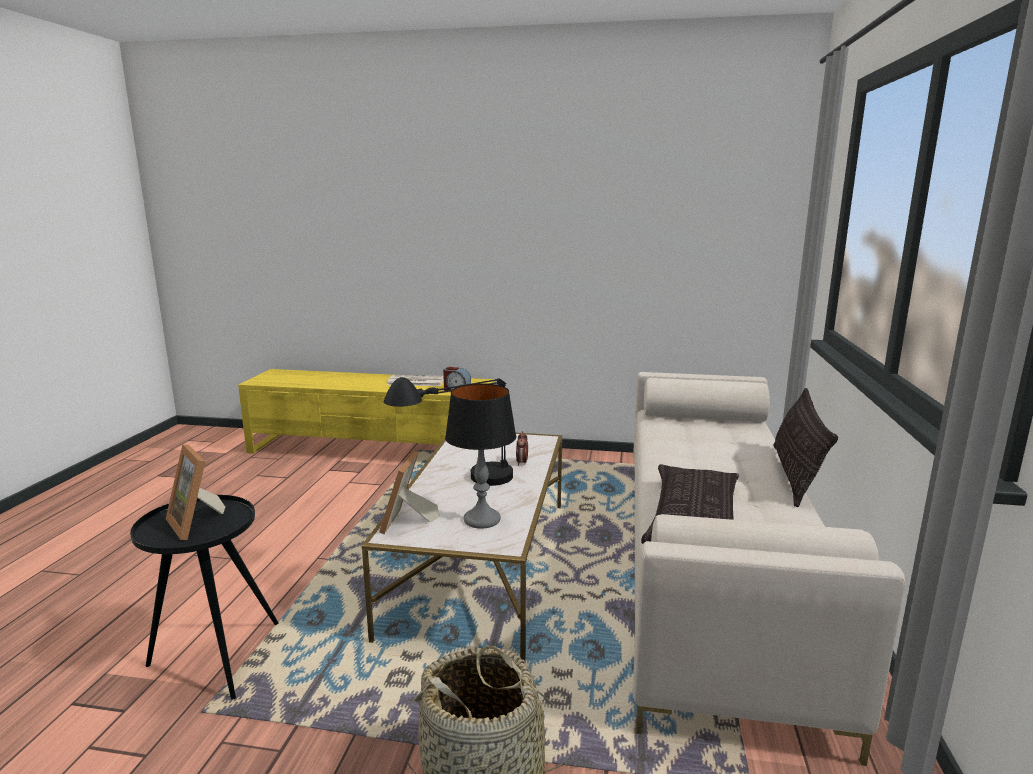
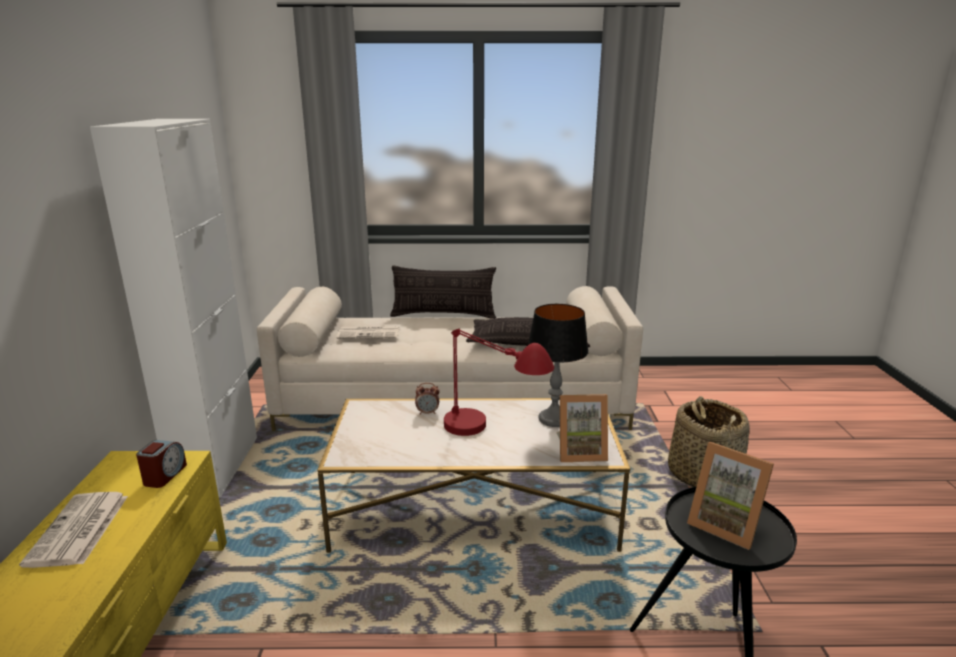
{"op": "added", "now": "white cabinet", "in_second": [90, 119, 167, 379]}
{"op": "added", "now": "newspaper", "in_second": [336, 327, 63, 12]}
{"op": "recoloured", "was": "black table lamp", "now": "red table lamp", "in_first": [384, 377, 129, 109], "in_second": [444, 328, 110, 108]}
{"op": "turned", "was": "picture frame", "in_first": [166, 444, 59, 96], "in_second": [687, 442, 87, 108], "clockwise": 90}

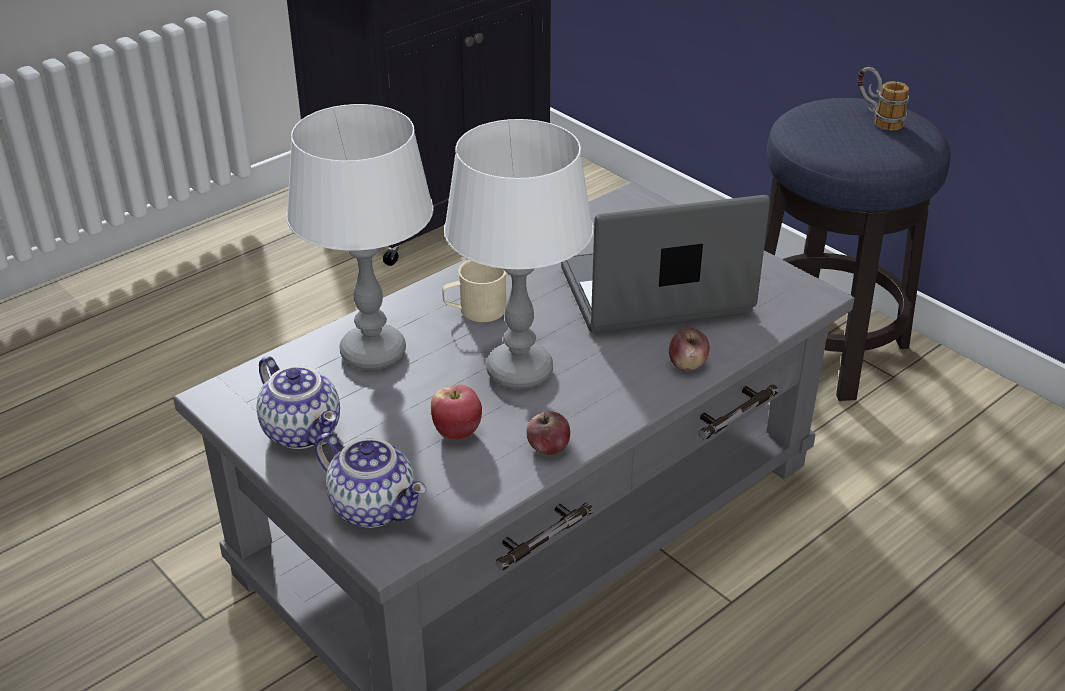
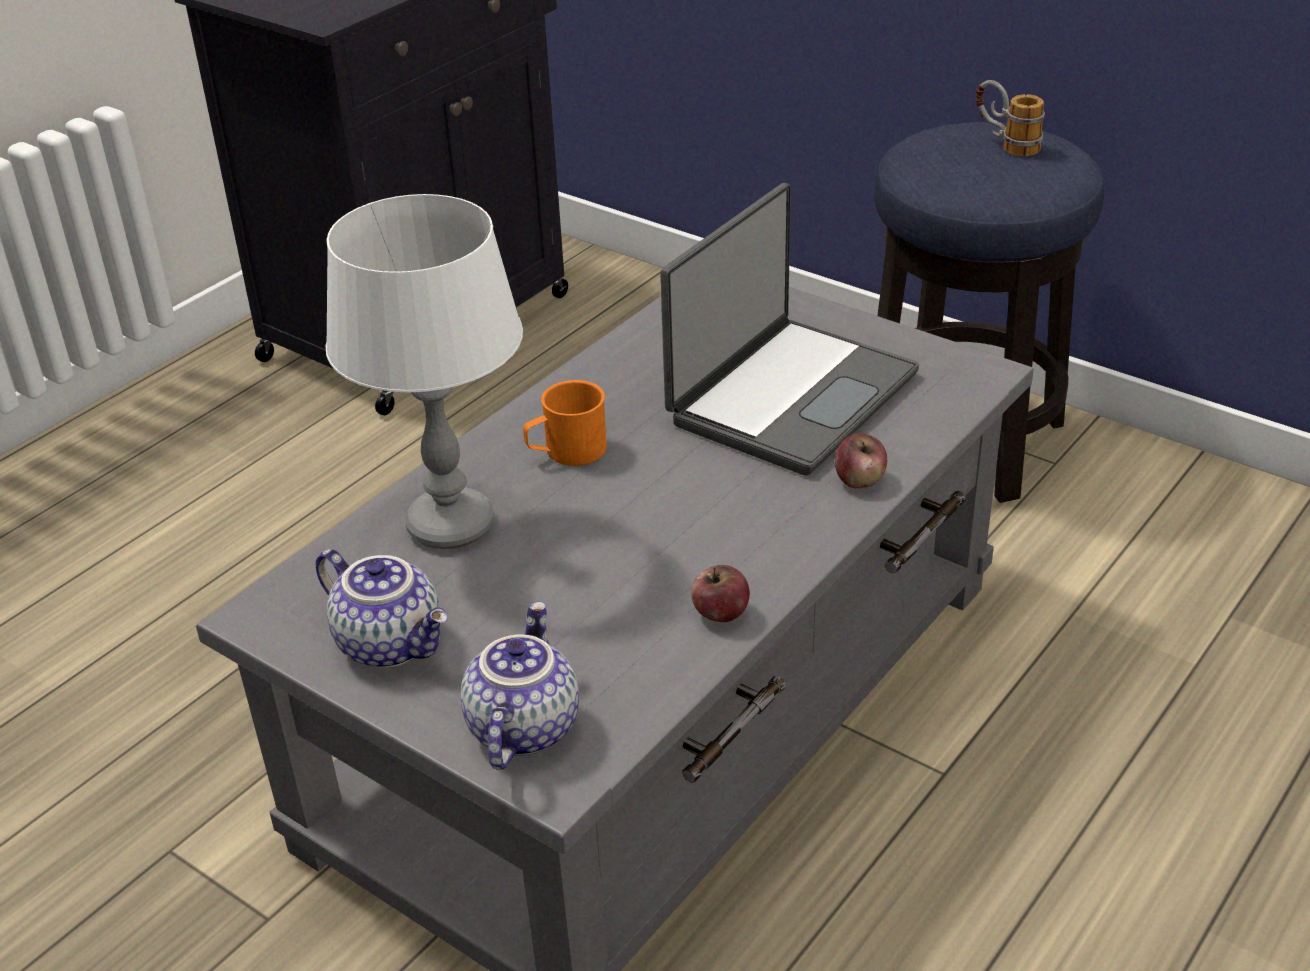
{"op": "removed", "was": "apple", "in_first": [431, 385, 51, 55]}
{"op": "removed", "was": "white table lamp", "in_first": [444, 119, 149, 270]}
{"op": "recoloured", "was": "beige mug", "now": "orange mug", "in_first": [442, 260, 64, 62], "in_second": [523, 380, 84, 86]}
{"op": "turned", "was": "teapot", "in_first": [315, 433, 112, 95], "in_second": [460, 601, 119, 169], "clockwise": -105}
{"op": "turned", "was": "laptop", "in_first": [561, 195, 209, 138], "in_second": [660, 183, 259, 293], "clockwise": 150}

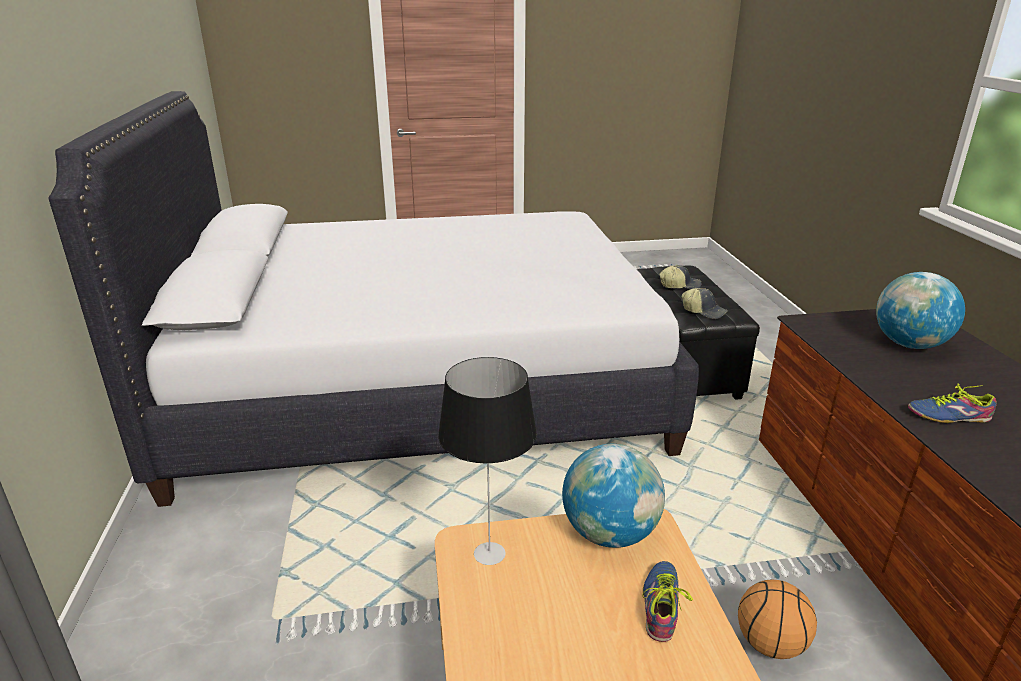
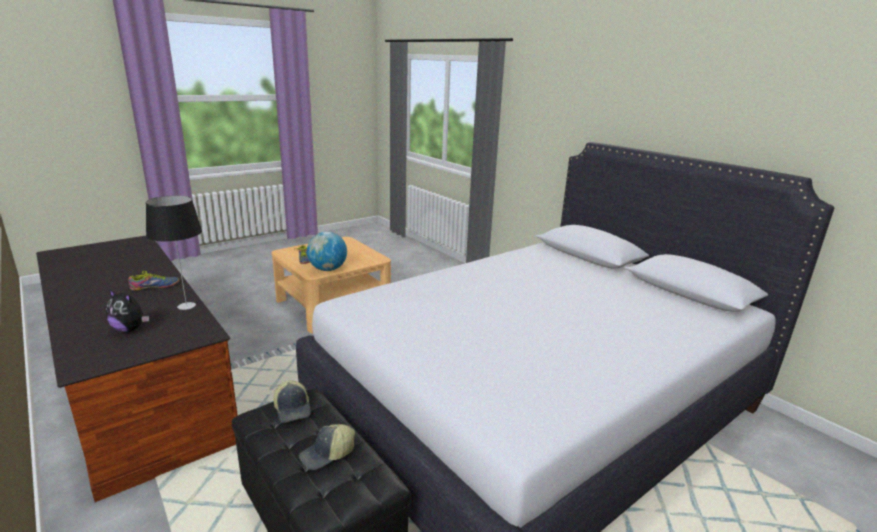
{"op": "removed", "was": "basketball", "in_first": [738, 580, 79, 79]}
{"op": "moved", "was": "table lamp", "in_first": [438, 357, 99, 208], "in_second": [146, 195, 56, 115]}
{"op": "replaced", "was": "globe", "now": "plush toy", "in_first": [876, 272, 89, 77], "in_second": [106, 290, 43, 43]}
{"op": "turned", "was": "cap", "in_first": [682, 288, 46, 31], "in_second": [273, 380, 38, 43], "clockwise": -120}

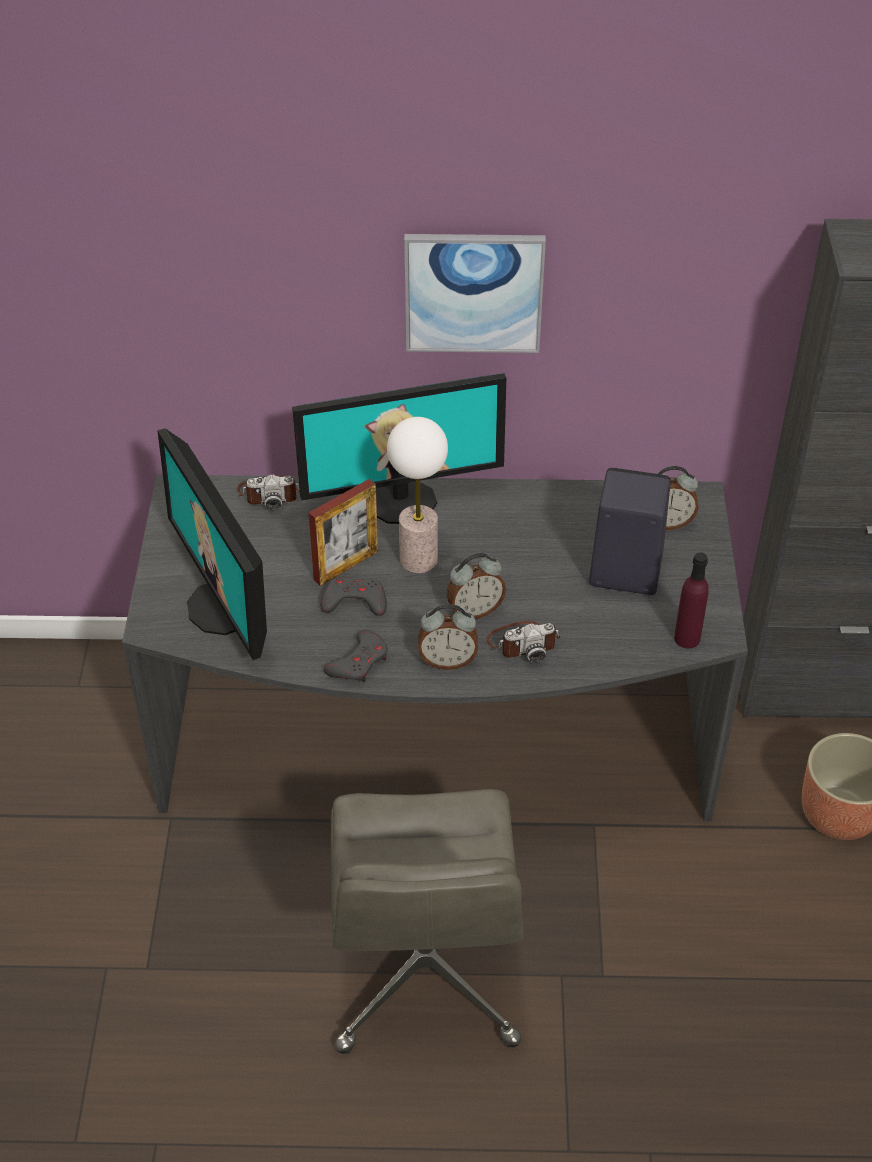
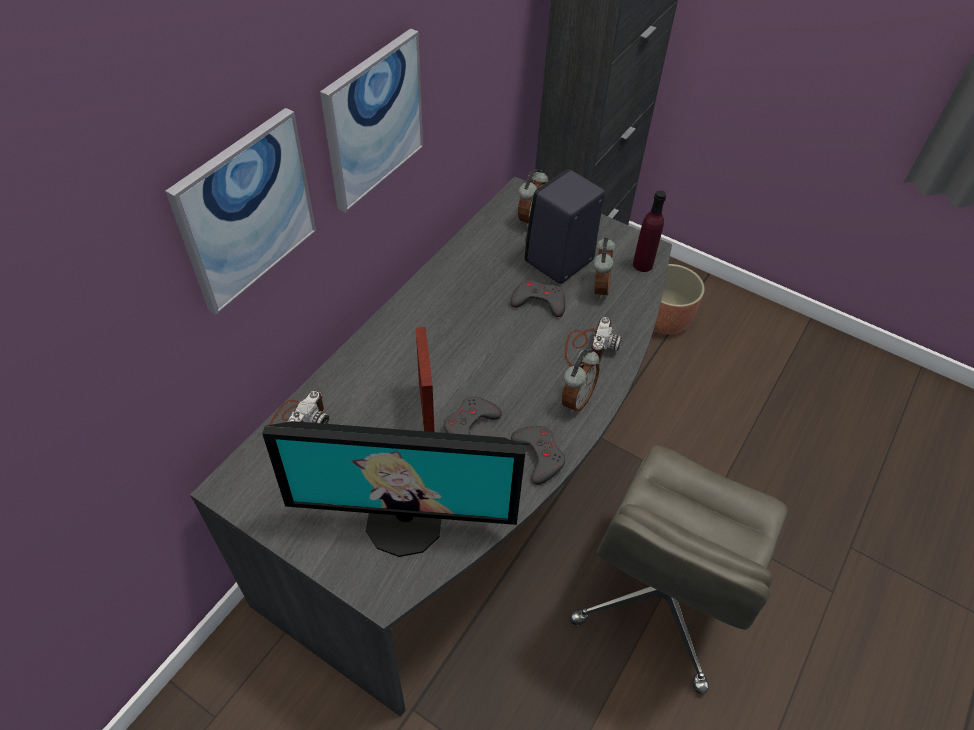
{"op": "removed", "was": "monitor", "in_first": [292, 373, 214, 151]}
{"op": "removed", "was": "table lamp", "in_first": [387, 417, 61, 156]}
{"op": "added", "now": "picture", "in_second": [165, 108, 151, 206]}
{"op": "added", "now": "grey game controller", "in_second": [510, 280, 55, 37]}
{"op": "moved", "was": "alarm clock", "in_first": [446, 553, 60, 66], "in_second": [593, 237, 23, 62]}
{"op": "turned", "was": "grey office chair", "in_first": [331, 789, 192, 265], "in_second": [570, 445, 218, 249], "clockwise": 90}

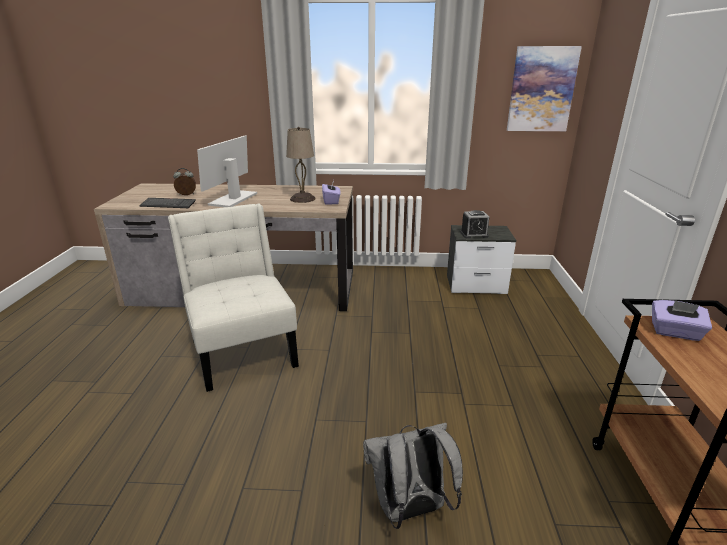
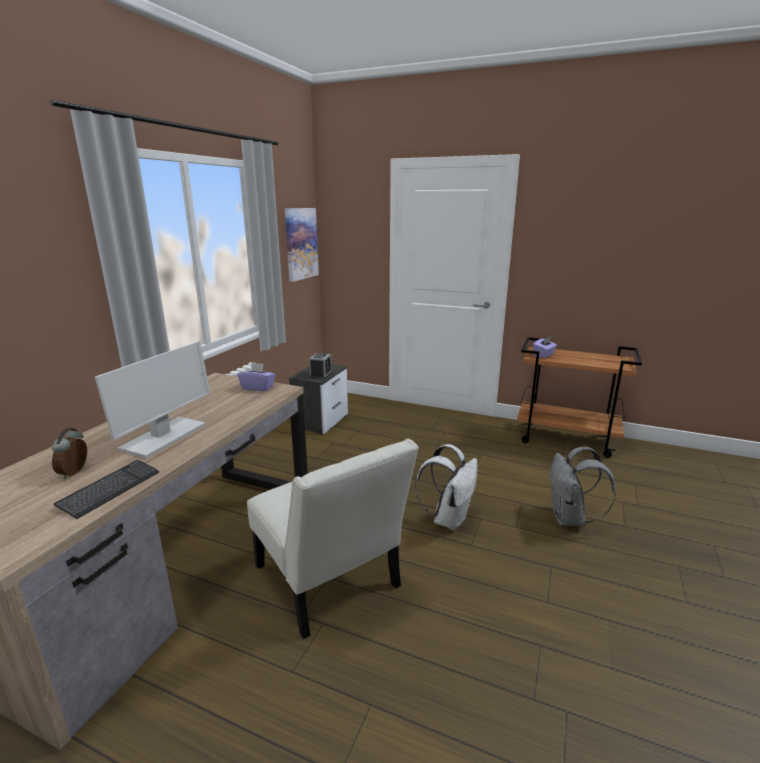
{"op": "removed", "was": "beige table lamp", "in_first": [286, 127, 29, 76]}
{"op": "added", "now": "white backpack", "in_second": [415, 444, 63, 86]}
{"op": "turned", "was": "white chair", "in_first": [168, 203, 131, 189], "in_second": [247, 439, 172, 200], "clockwise": -120}
{"op": "turned", "was": "monitor", "in_first": [197, 136, 60, 71], "in_second": [95, 341, 115, 117], "clockwise": -105}

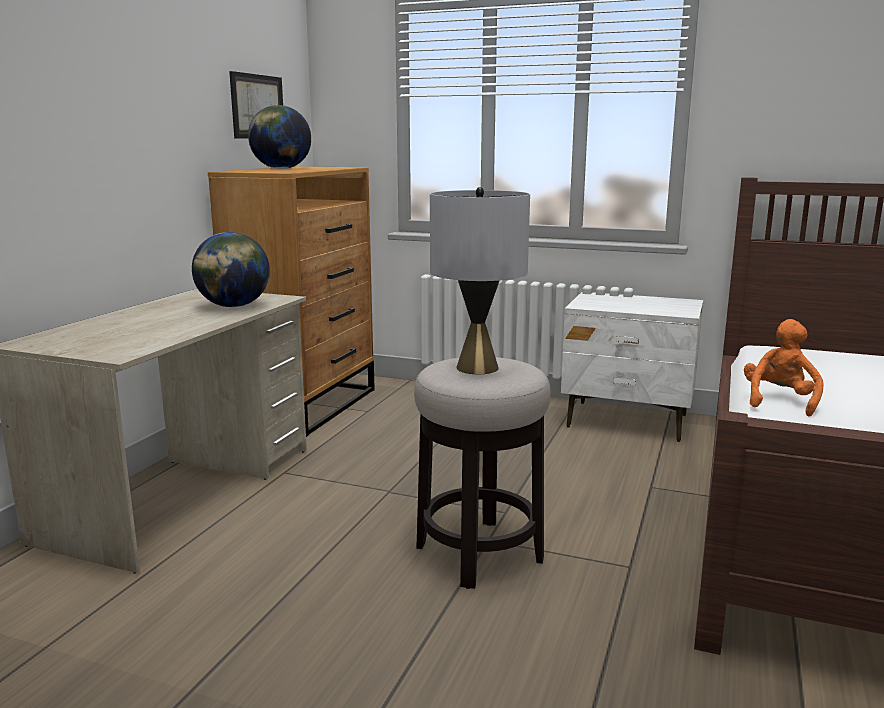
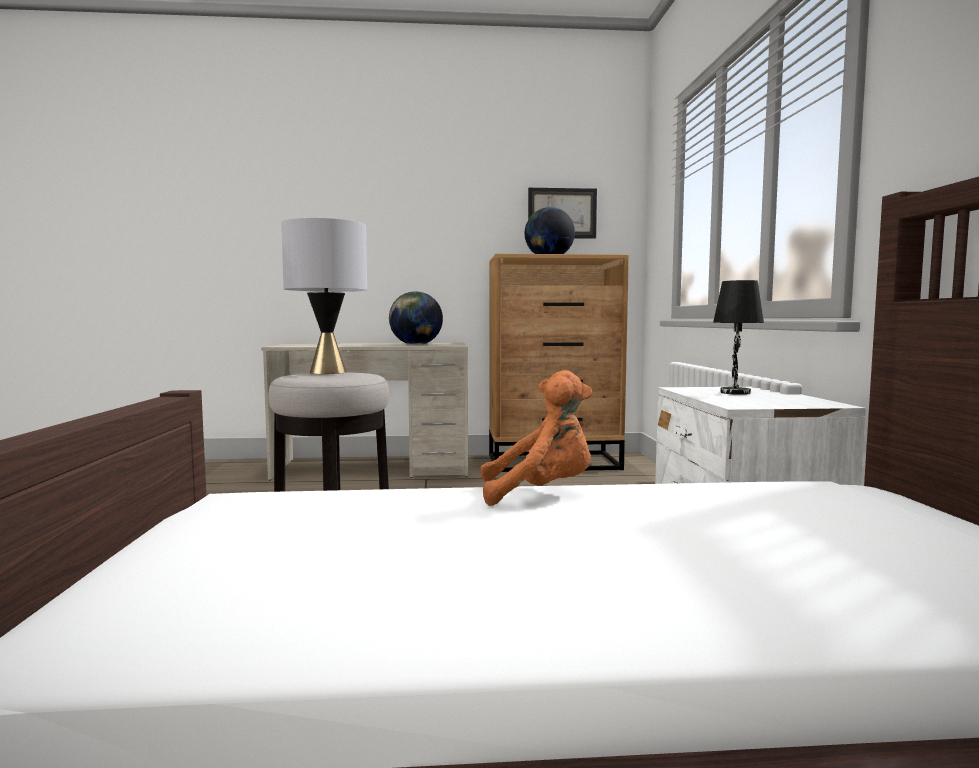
{"op": "added", "now": "black table lamp", "in_second": [713, 280, 51, 115]}

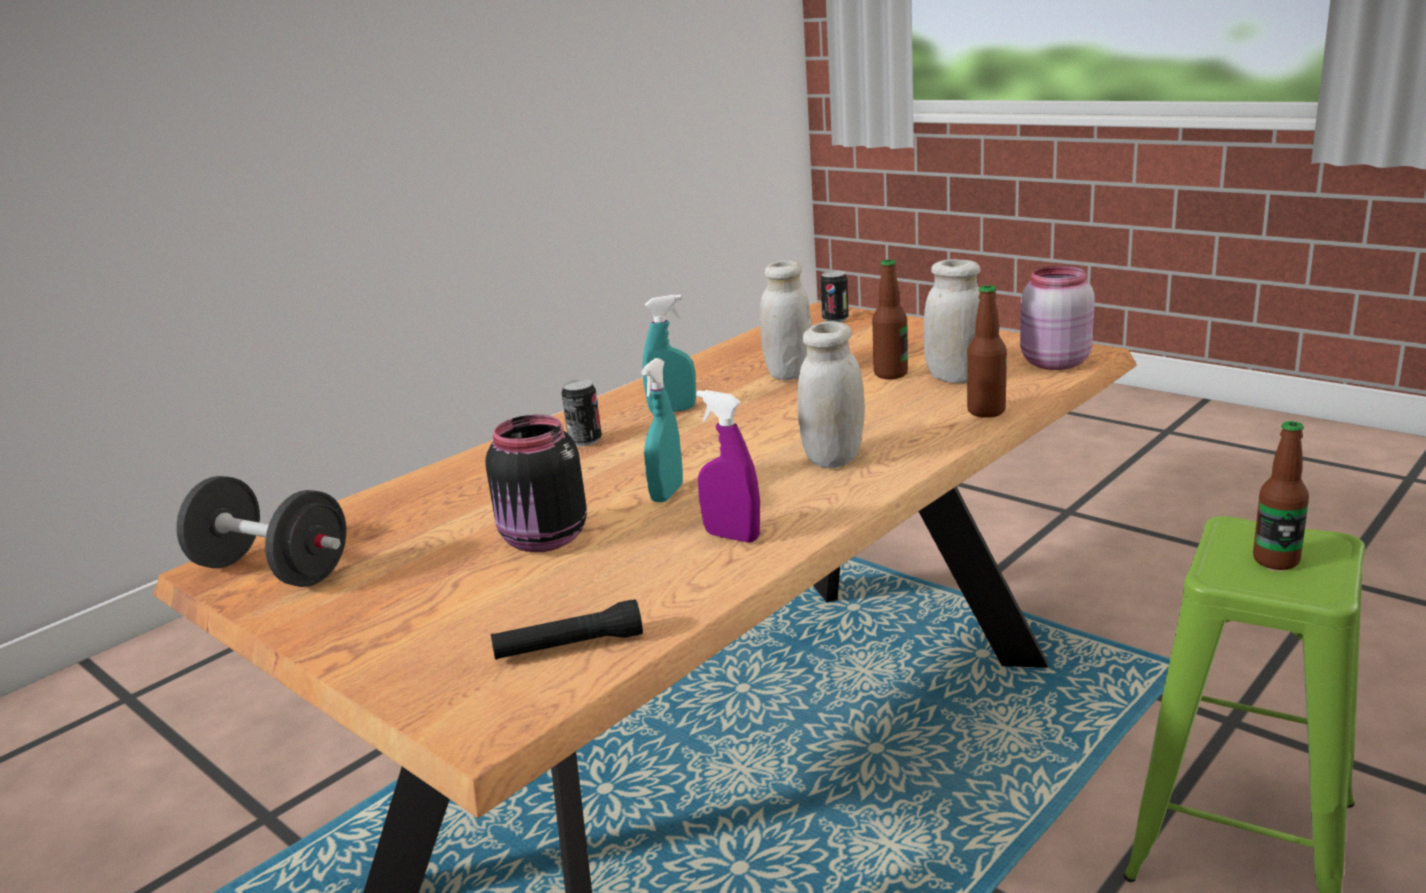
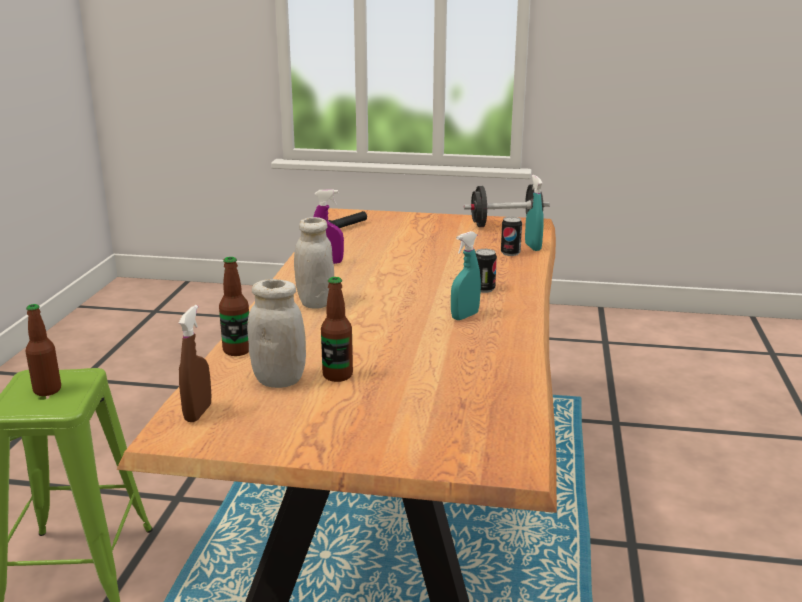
{"op": "removed", "was": "black jar", "in_first": [485, 415, 102, 137]}
{"op": "removed", "was": "white jar", "in_first": [760, 260, 52, 120]}
{"op": "moved", "was": "turquoise spray bottle", "in_first": [641, 358, 42, 144], "in_second": [525, 175, 19, 76]}
{"op": "moved", "was": "can", "in_first": [820, 271, 29, 51], "in_second": [501, 217, 21, 39]}
{"op": "replaced", "was": "pink jar", "now": "brown spray bottle", "in_first": [1020, 266, 75, 104], "in_second": [179, 305, 32, 117]}

